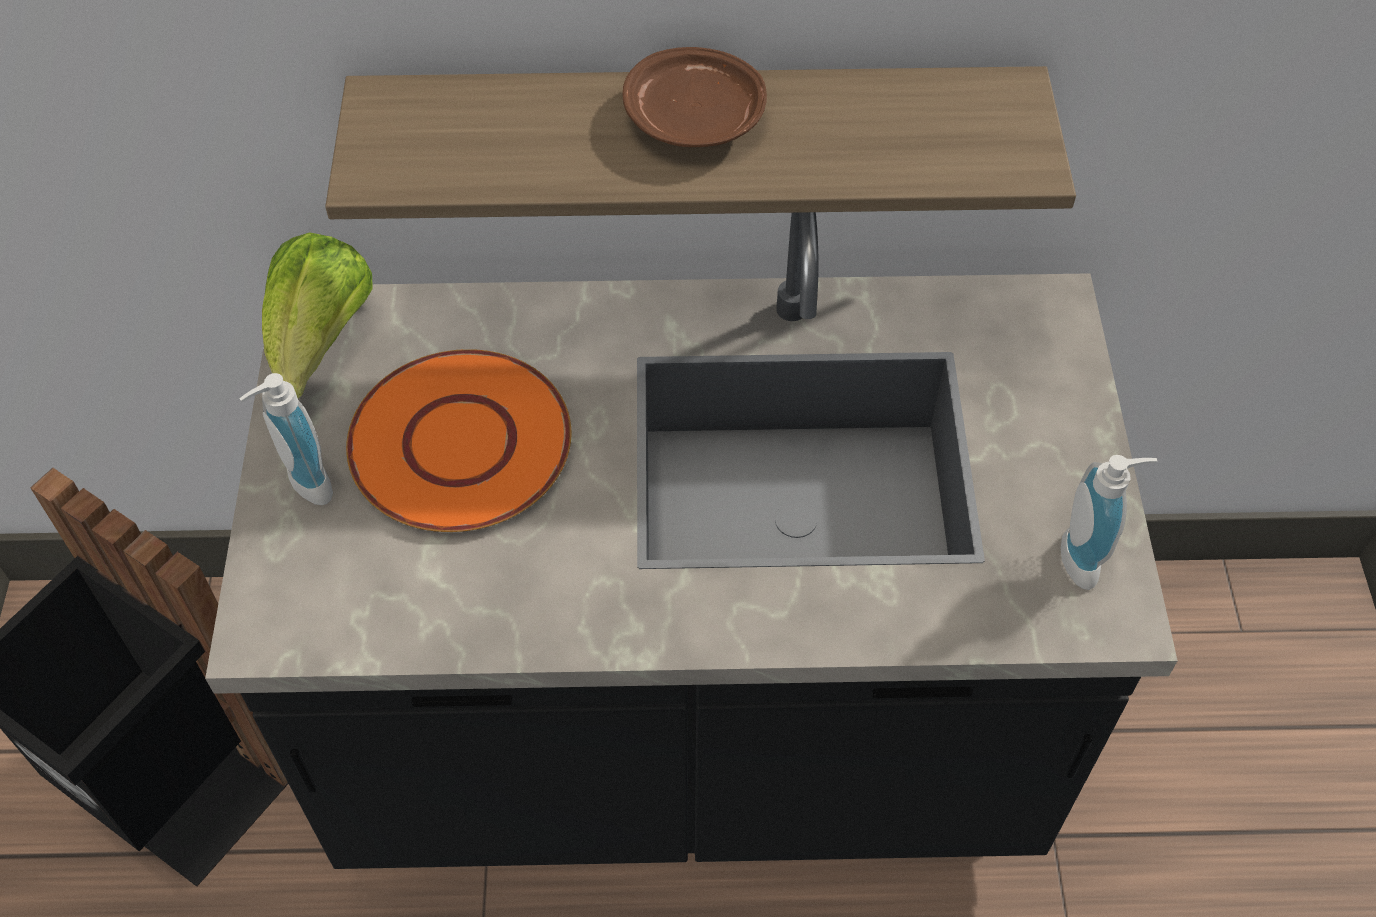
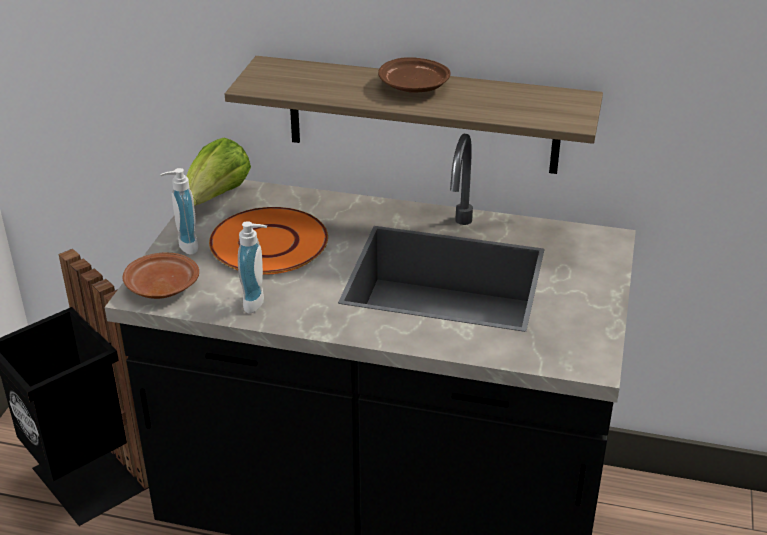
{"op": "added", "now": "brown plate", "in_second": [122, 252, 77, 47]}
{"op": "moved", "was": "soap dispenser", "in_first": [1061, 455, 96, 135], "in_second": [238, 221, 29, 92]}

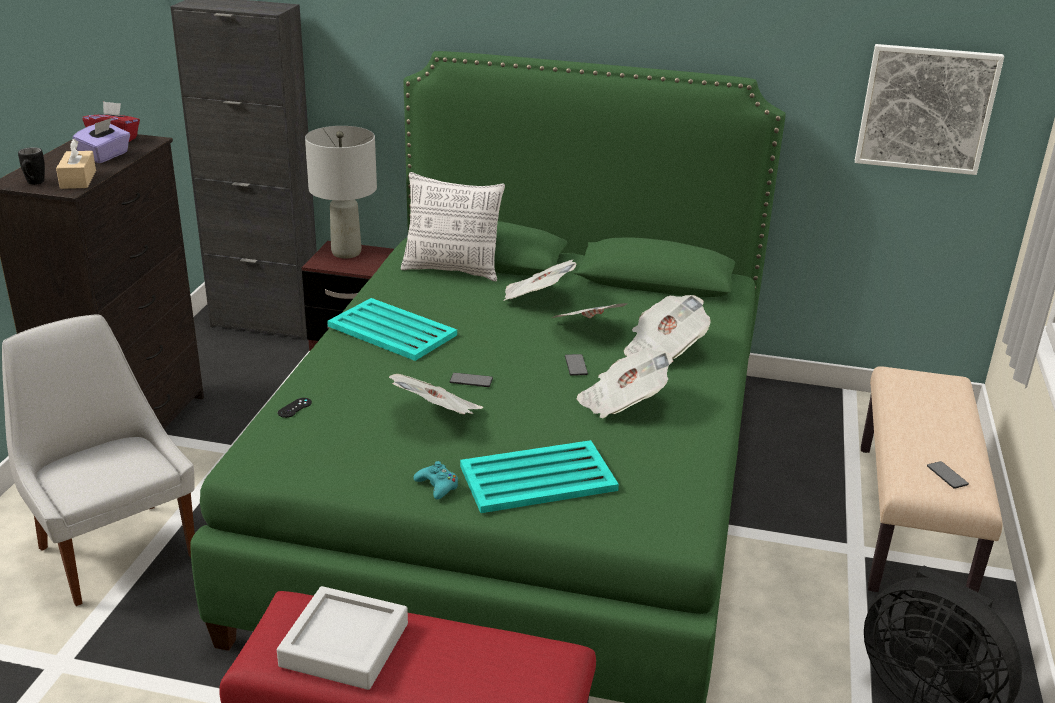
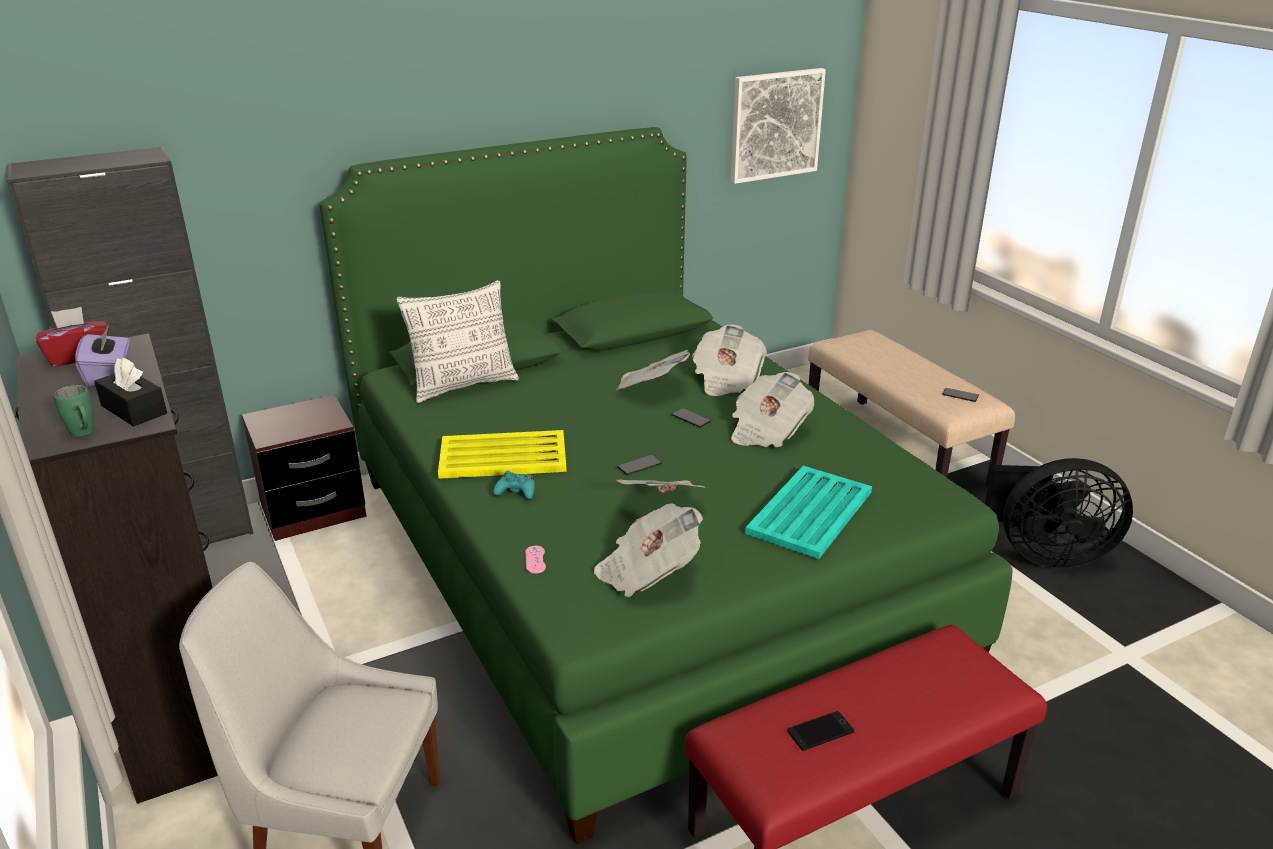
{"op": "removed", "was": "grey table lamp", "in_first": [305, 126, 72, 132]}
{"op": "moved", "was": "turquoise game controller", "in_first": [413, 461, 45, 39], "in_second": [493, 471, 42, 28]}
{"op": "moved", "was": "newspaper", "in_first": [503, 260, 74, 41], "in_second": [594, 503, 109, 94]}
{"op": "replaced", "was": "grey tray", "now": "phone", "in_first": [277, 586, 131, 104], "in_second": [787, 711, 67, 40]}
{"op": "recoloured", "was": "black mug", "now": "green mug", "in_first": [18, 147, 27, 38], "in_second": [53, 385, 41, 52]}
{"op": "recoloured", "was": "beige tissue box", "now": "black tissue box", "in_first": [56, 139, 40, 50], "in_second": [94, 357, 73, 69]}
{"op": "recoloured", "was": "black game controller", "now": "pink game controller", "in_first": [278, 398, 34, 20], "in_second": [525, 546, 21, 28]}
{"op": "recoloured", "was": "turquoise tray", "now": "yellow tray", "in_first": [327, 298, 130, 63], "in_second": [438, 430, 129, 49]}

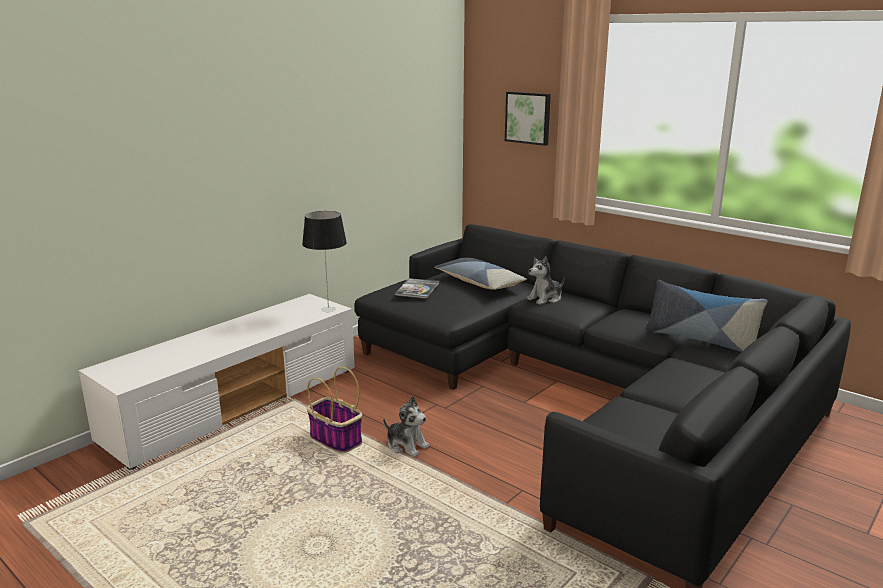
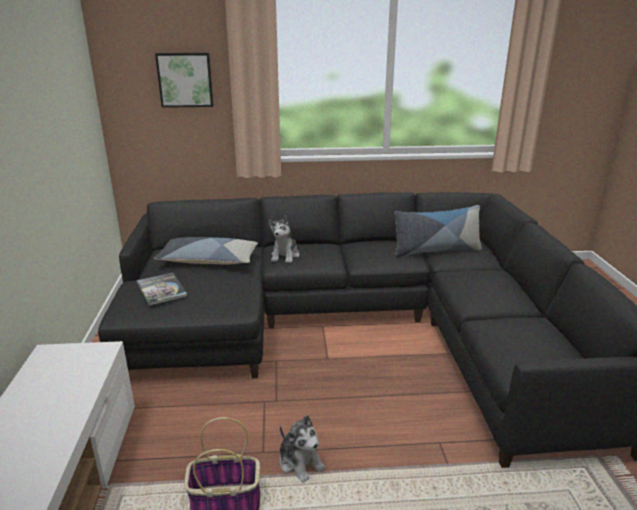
{"op": "removed", "was": "table lamp", "in_first": [302, 211, 45, 101]}
{"op": "turned", "was": "plush toy", "in_first": [383, 396, 47, 61], "in_second": [279, 415, 46, 68], "clockwise": 60}

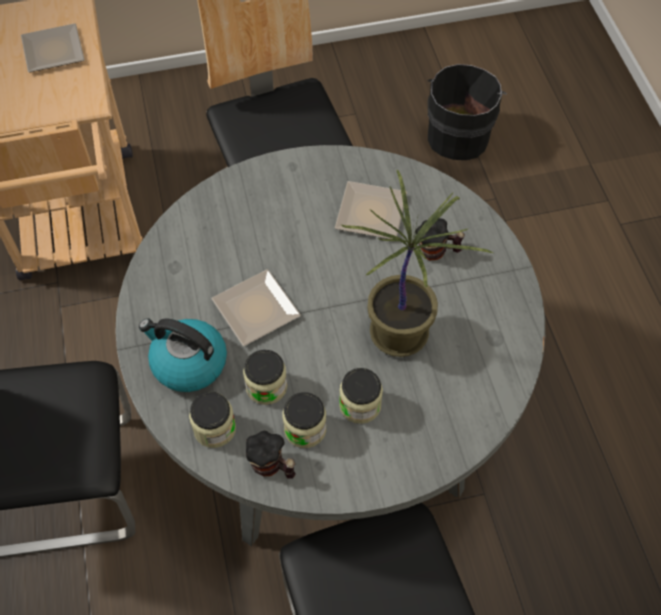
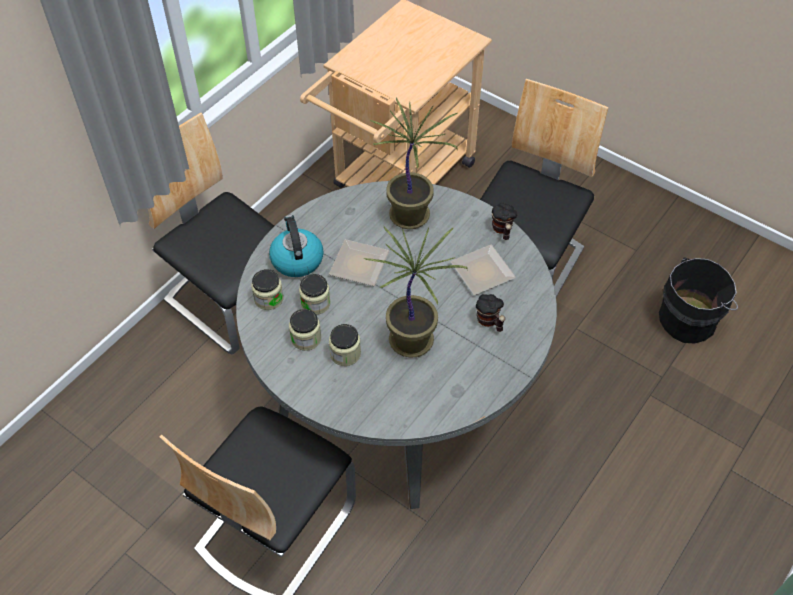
{"op": "removed", "was": "plate", "in_first": [21, 23, 64, 50]}
{"op": "added", "now": "potted plant", "in_second": [370, 98, 88, 131]}
{"op": "moved", "was": "mug", "in_first": [246, 431, 50, 48], "in_second": [492, 202, 25, 38]}

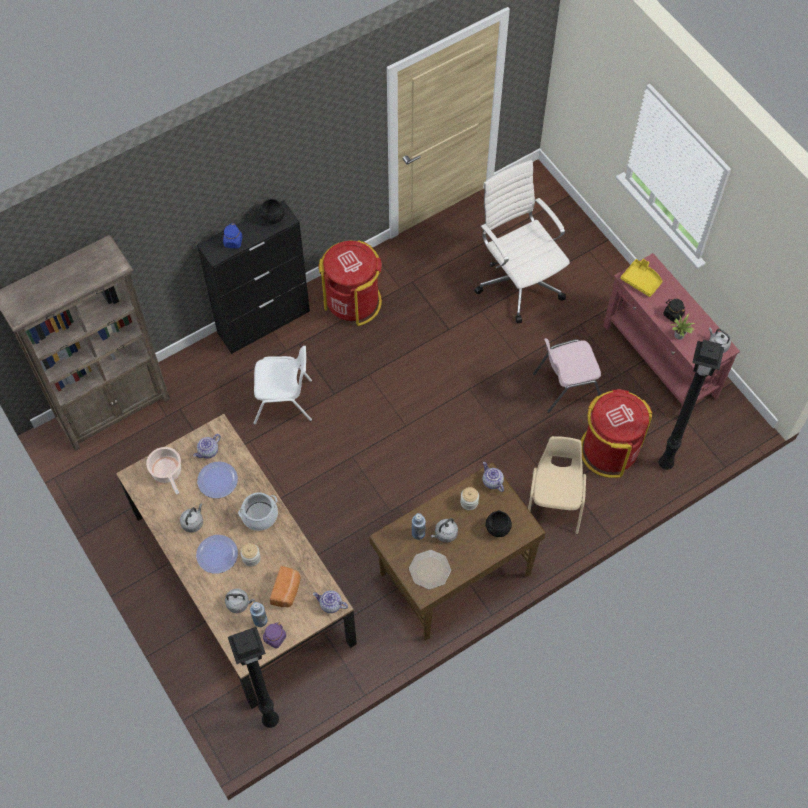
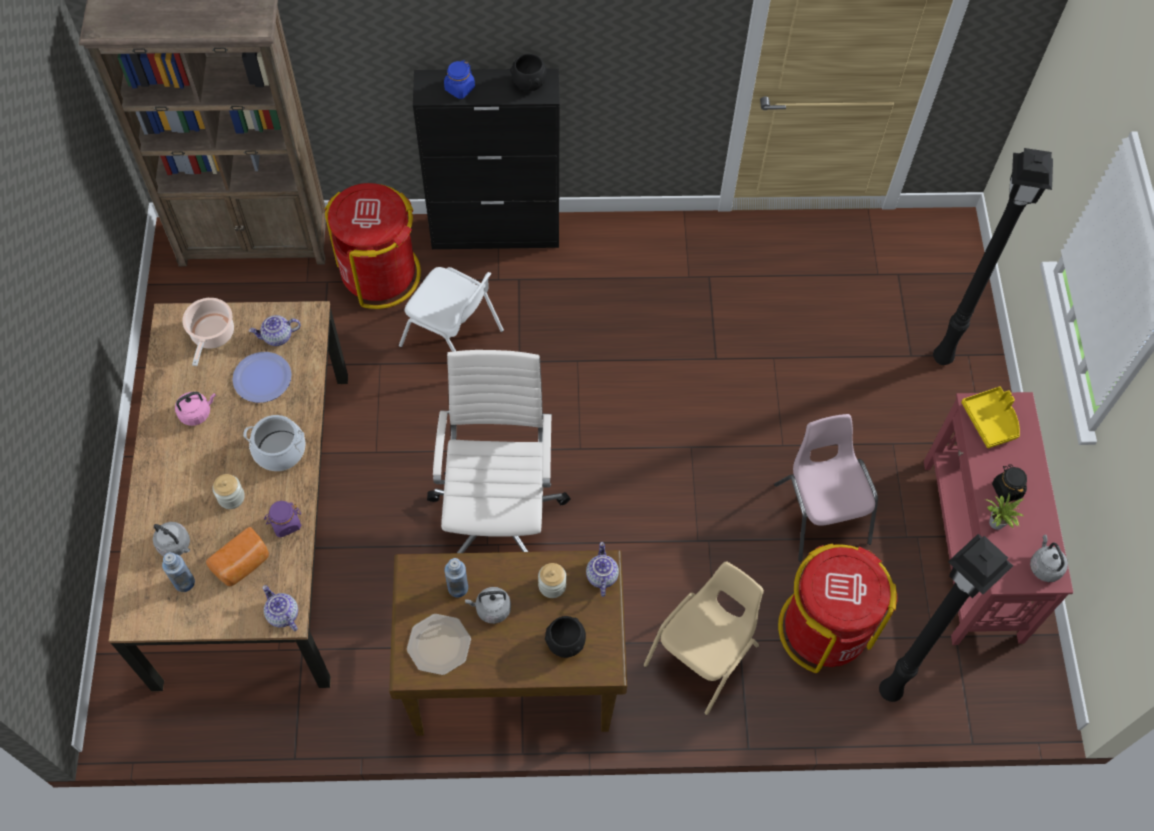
{"op": "removed", "was": "plate", "in_first": [196, 535, 42, 39]}
{"op": "moved", "was": "black floor lamp", "in_first": [228, 627, 51, 101], "in_second": [933, 148, 120, 217]}
{"op": "moved", "was": "purple jar", "in_first": [263, 622, 23, 27], "in_second": [264, 501, 37, 36]}
{"op": "moved", "was": "red trash can", "in_first": [318, 240, 64, 86], "in_second": [325, 183, 96, 126]}
{"op": "moved", "was": "white office chair", "in_first": [474, 160, 96, 164], "in_second": [427, 350, 144, 203]}
{"op": "recoloured", "was": "grey kettle", "now": "pink kettle", "in_first": [180, 503, 23, 29], "in_second": [175, 392, 41, 34]}
{"op": "turned", "was": "pink chair", "in_first": [533, 338, 68, 75], "in_second": [774, 414, 104, 148], "clockwise": 60}

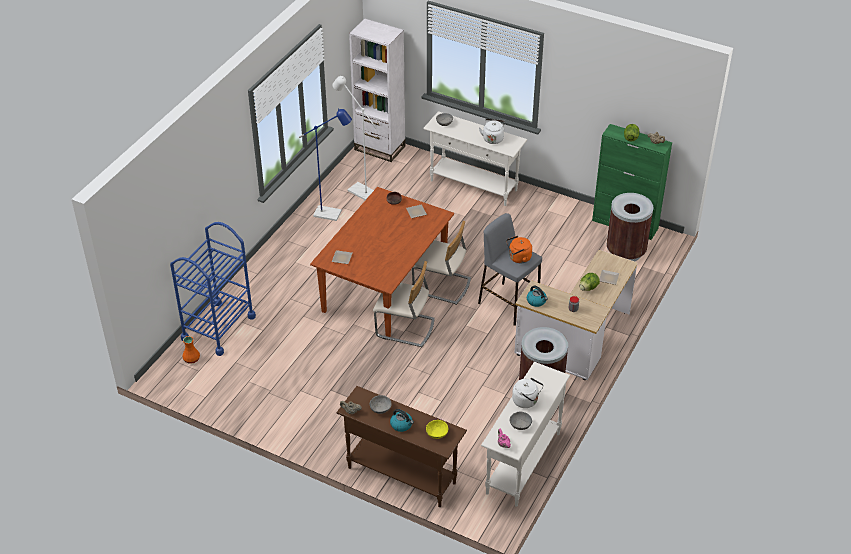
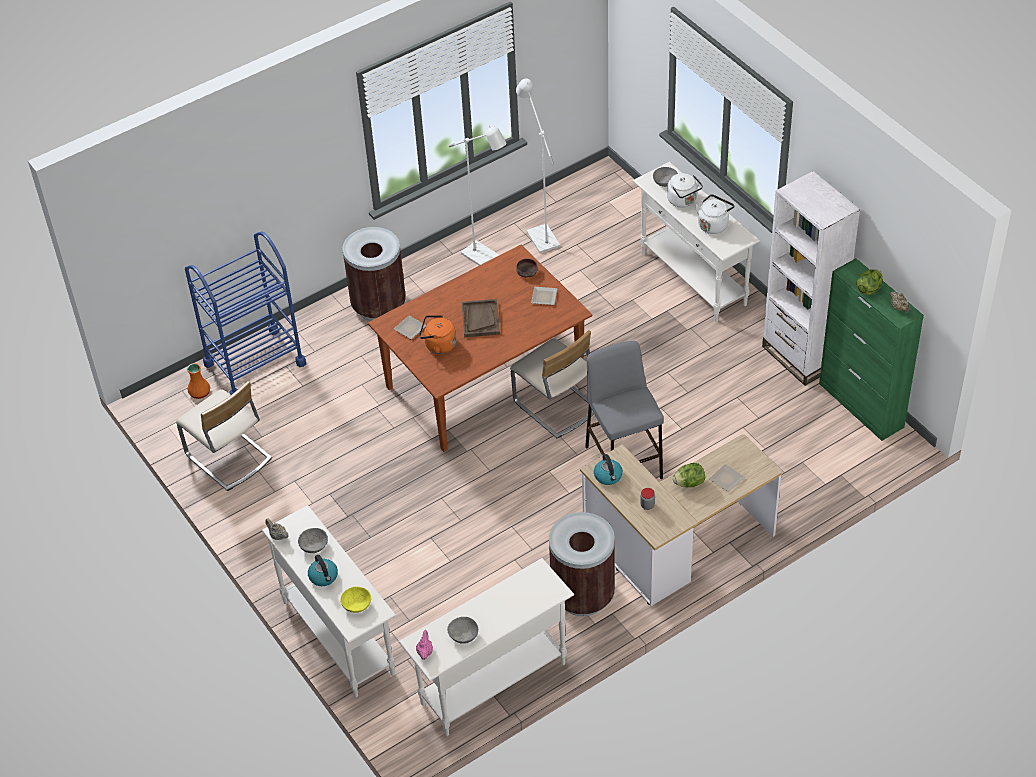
{"op": "added", "now": "brown tray", "in_second": [462, 299, 38, 38]}
{"op": "moved", "was": "white bookcase", "in_first": [349, 18, 56, 144], "in_second": [762, 171, 98, 215]}
{"op": "moved", "was": "beige chair", "in_first": [373, 261, 62, 87], "in_second": [176, 381, 96, 110]}
{"op": "moved", "was": "orange kettle", "in_first": [506, 236, 26, 27], "in_second": [419, 315, 37, 39]}
{"op": "moved", "was": "white kettle", "in_first": [512, 378, 32, 30], "in_second": [667, 173, 36, 35]}
{"op": "moved", "was": "brown trash can", "in_first": [607, 193, 46, 68], "in_second": [343, 227, 63, 94]}
{"op": "recoloured", "was": "blue floor lamp", "now": "white floor lamp", "in_first": [299, 109, 53, 112], "in_second": [449, 125, 58, 140]}
{"op": "recoloured", "was": "brown console table", "now": "white console table", "in_first": [336, 386, 131, 121], "in_second": [262, 505, 134, 192]}

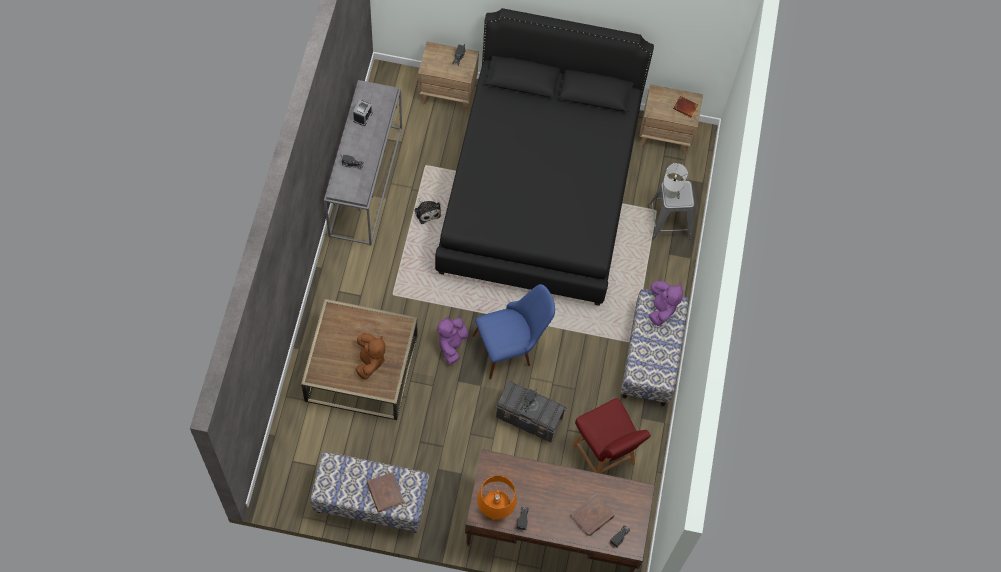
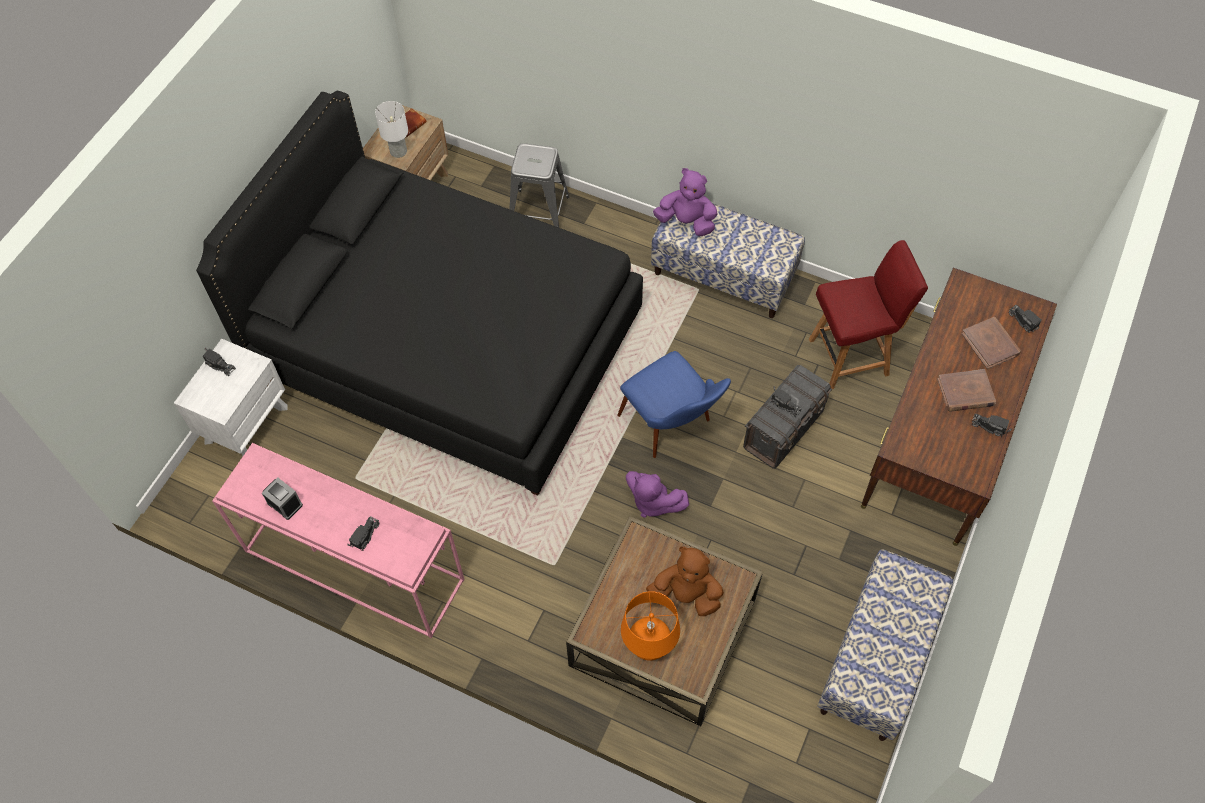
{"op": "removed", "was": "plush toy", "in_first": [414, 199, 27, 25]}
{"op": "moved", "was": "brown book", "in_first": [367, 472, 37, 40], "in_second": [937, 369, 59, 43]}
{"op": "moved", "was": "orange table lamp", "in_first": [477, 476, 40, 43], "in_second": [621, 591, 59, 70]}
{"op": "moved", "was": "white table lamp", "in_first": [663, 163, 25, 35], "in_second": [375, 101, 33, 57]}
{"op": "recoloured", "was": "grey console table", "now": "pink console table", "in_first": [324, 80, 78, 165], "in_second": [212, 443, 253, 195]}
{"op": "recoloured", "was": "brown nightstand", "now": "white nightstand", "in_first": [418, 42, 61, 71], "in_second": [174, 339, 113, 117]}
{"op": "turned", "was": "blue chair", "in_first": [472, 284, 83, 95], "in_second": [617, 351, 114, 107], "clockwise": 150}

